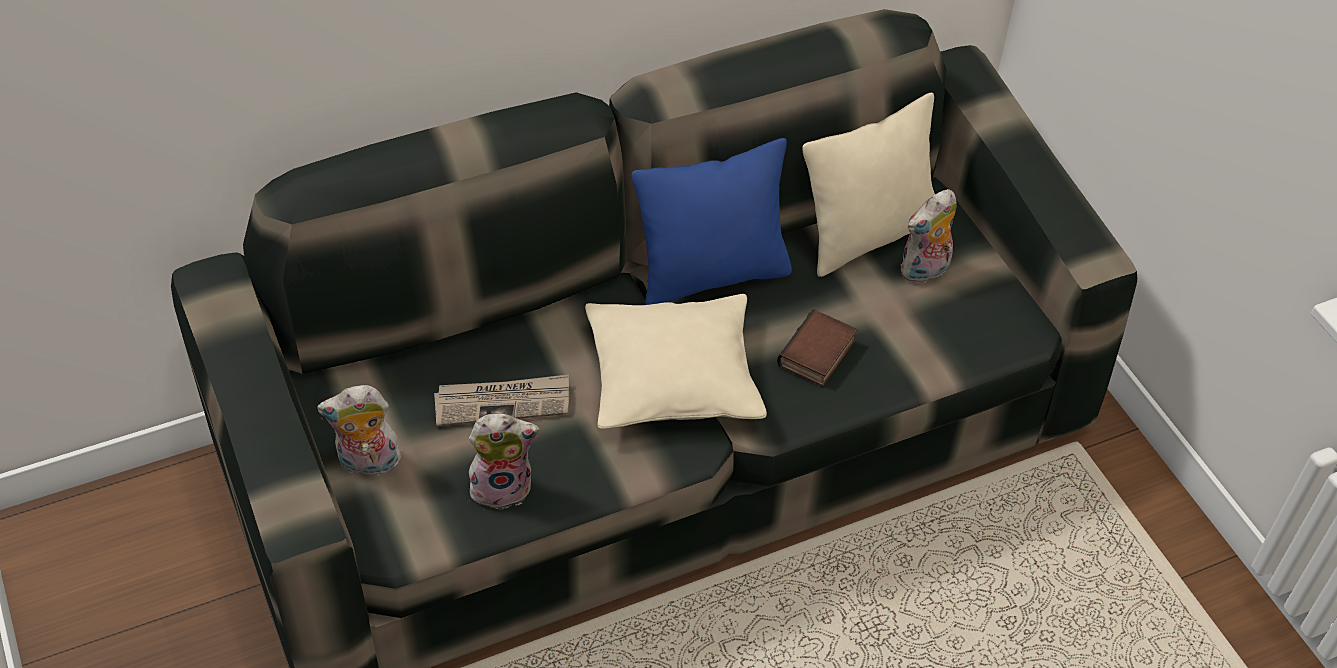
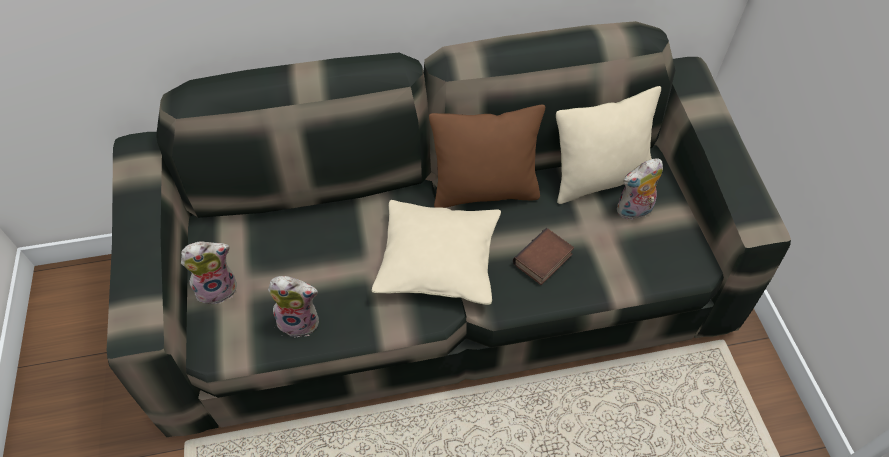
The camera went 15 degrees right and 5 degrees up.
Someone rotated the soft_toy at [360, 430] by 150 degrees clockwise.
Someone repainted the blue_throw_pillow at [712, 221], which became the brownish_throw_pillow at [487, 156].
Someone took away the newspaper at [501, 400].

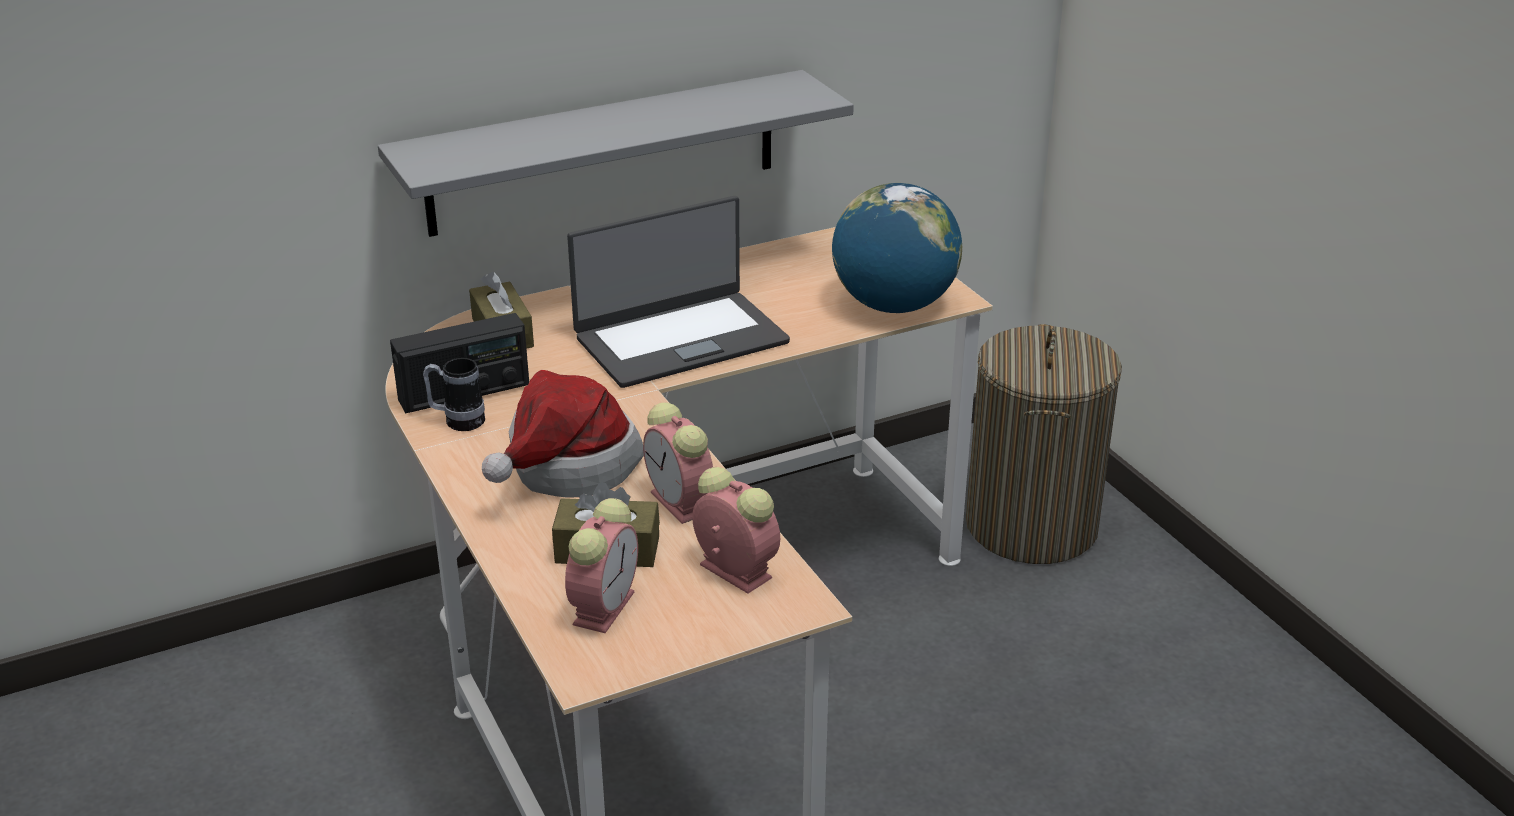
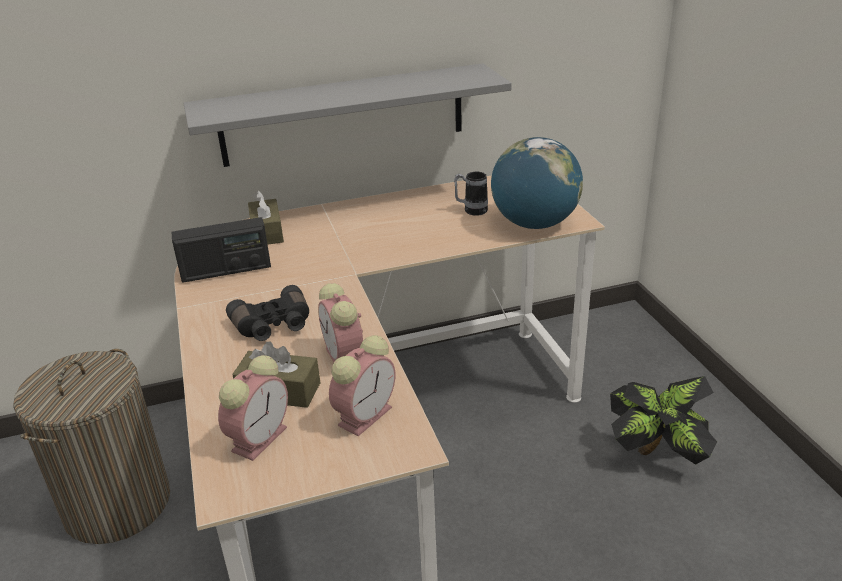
The camera went 10 degrees right and 0 degrees up.
Someone carried the hamper from [1044, 444] to [91, 446].
Someone swapped the clothing_hat at [563, 434] for the black_field_glasses at [267, 313].
Someone rotated the alarm_clock at [736, 530] by 75 degrees clockwise.
Someone carried the coffee_mug from [454, 394] to [471, 194].
Someone put down the houseplant at [663, 420].
Someone took away the portable_computer at [678, 292].

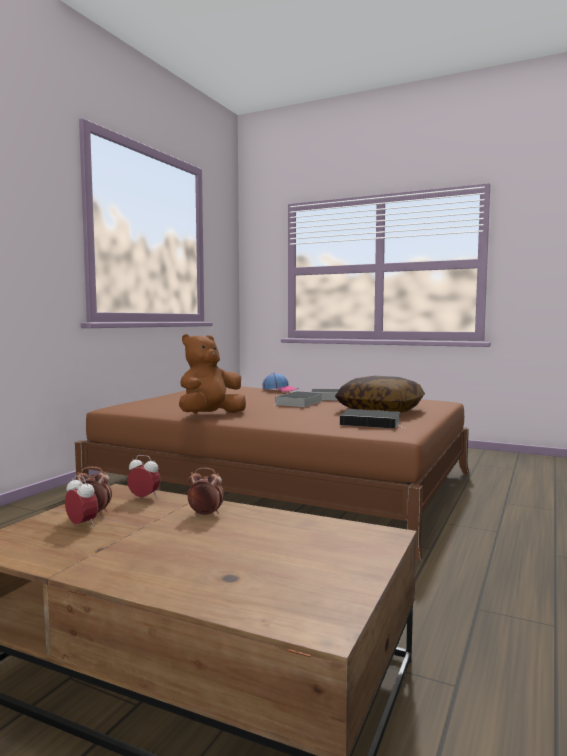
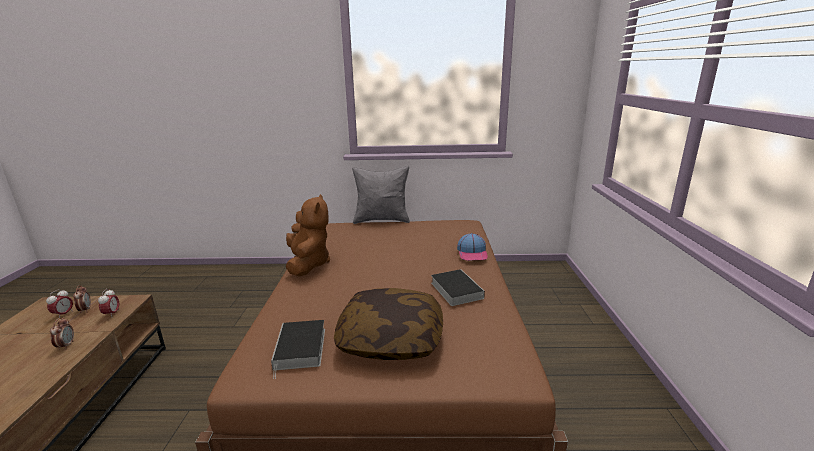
The camera went 65 degrees right and 15 degrees up.
Someone rotated the brownish_soft_toy at [212, 373] by 60 degrees clockwise.
Someone put down the greyish_throw_pillow at [381, 195].
Someone took away the bound_book at [298, 399].

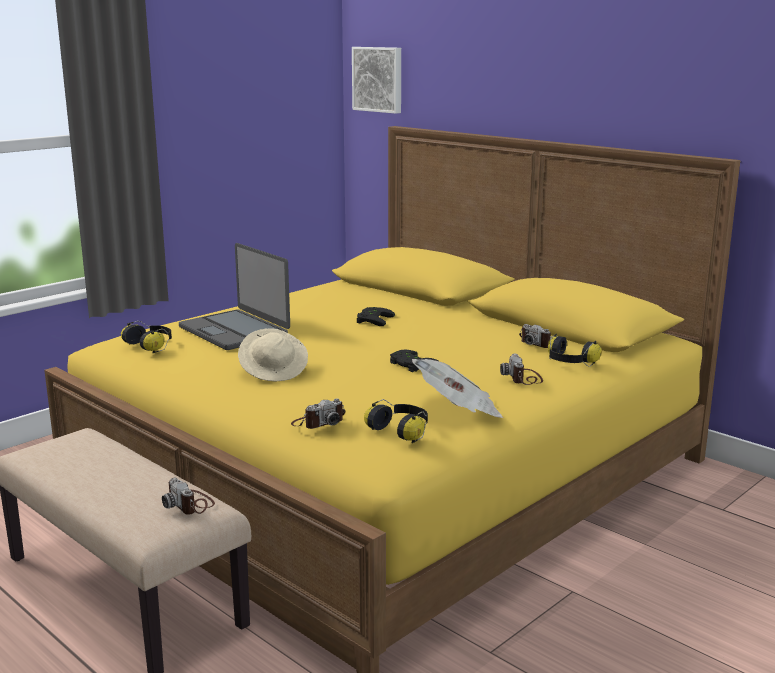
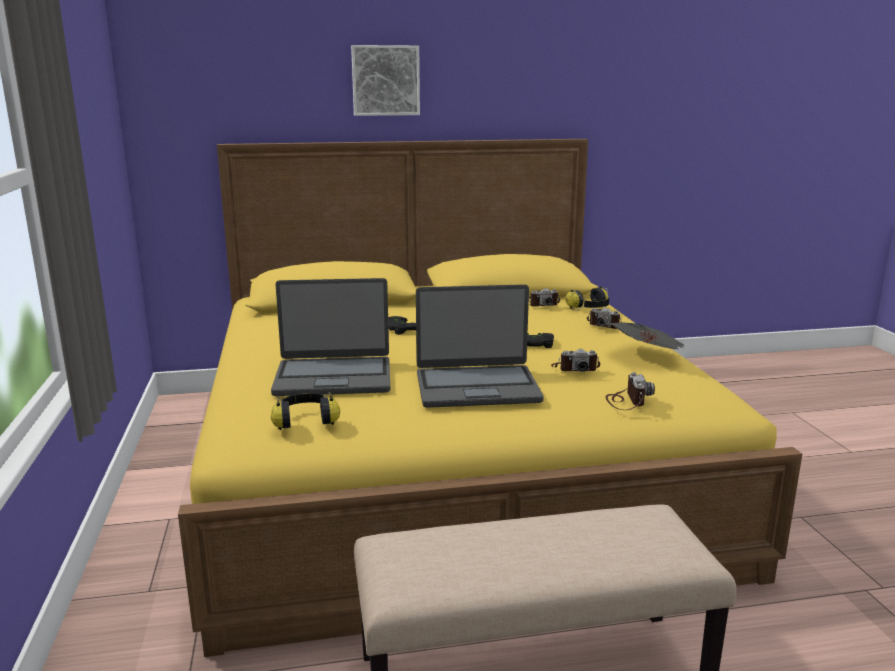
The camera went 55 degrees left and 0 degrees up.
Someone carried the wall_art from [376, 80] to [385, 80].
Someone swapped the sand-coloured_clothing_hat at [273, 355] for the portable_computer at [480, 346].
Someone carried the still_camera from [188, 496] to [575, 360].
Someone took away the headset at [396, 421].

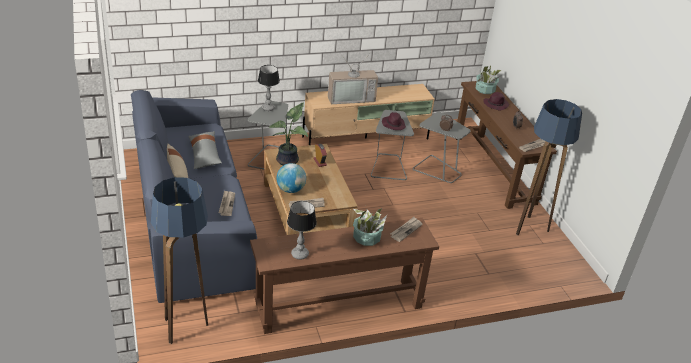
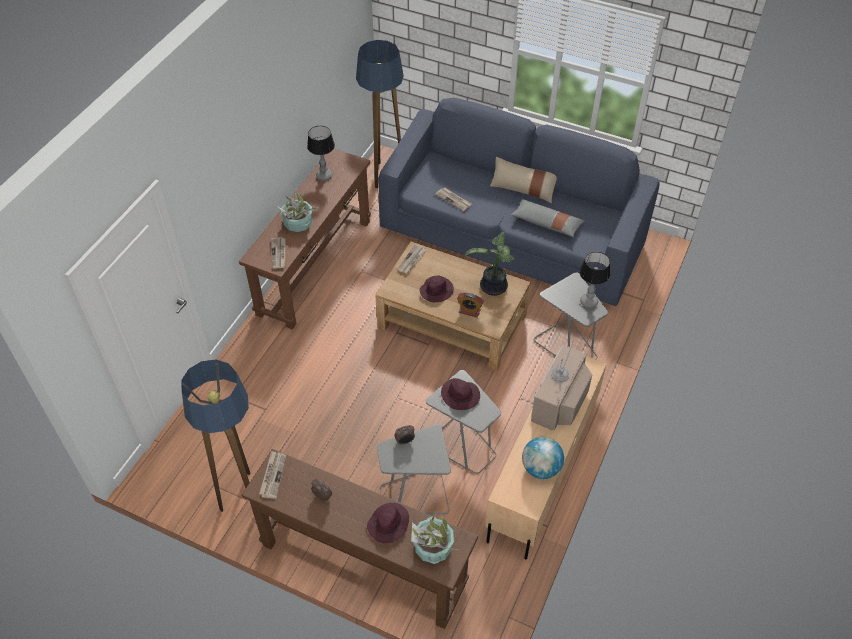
The camera went 135 degrees right and 15 degrees up.
Someone put down the purple-coloured_clothing_hat at [437, 289].
Someone carried the desk_globe from [291, 178] to [543, 458].

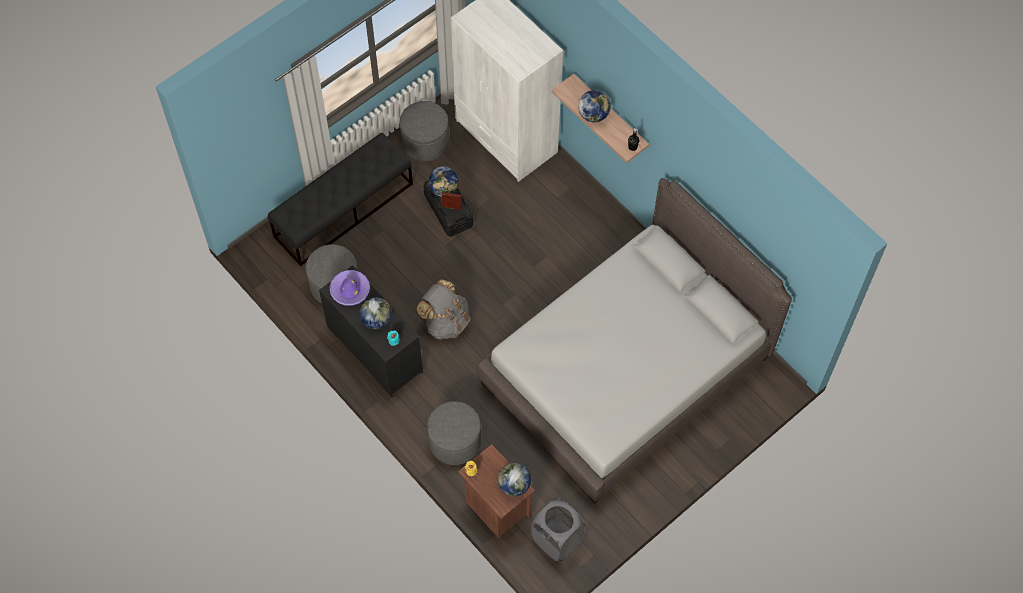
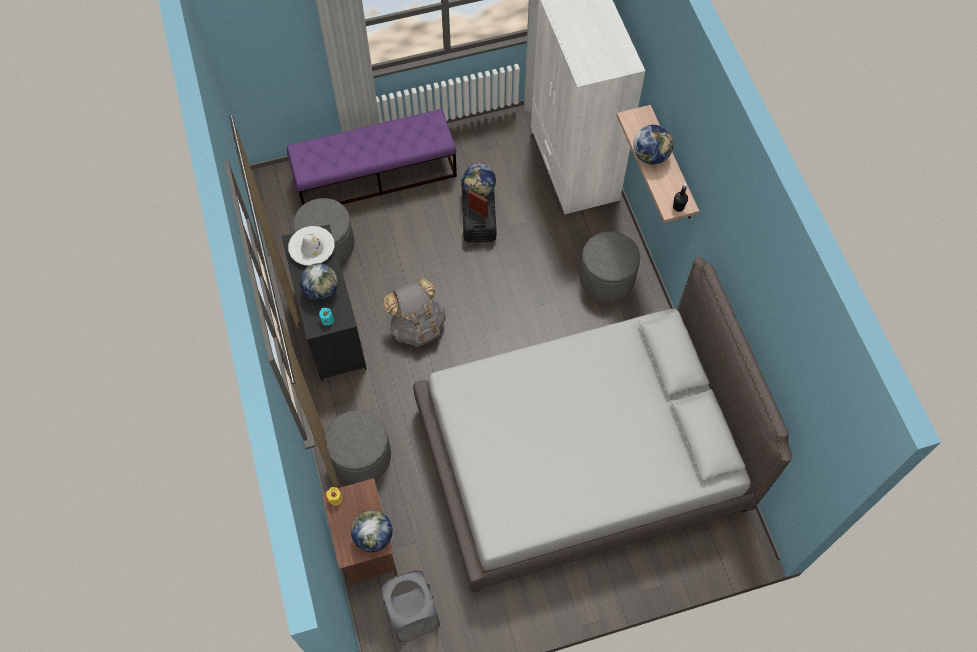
The camera went 25 degrees right and 0 degrees up.
Someone repainted the black_long_seat at [340, 199], which became the purple-coloured_long_seat at [372, 157].
Someone repainted the purple-coloured_clothing_hat at [350, 288], which became the white_clothing_hat at [311, 246].
Someone carried the greyish_ottoman from [424, 131] to [609, 266].

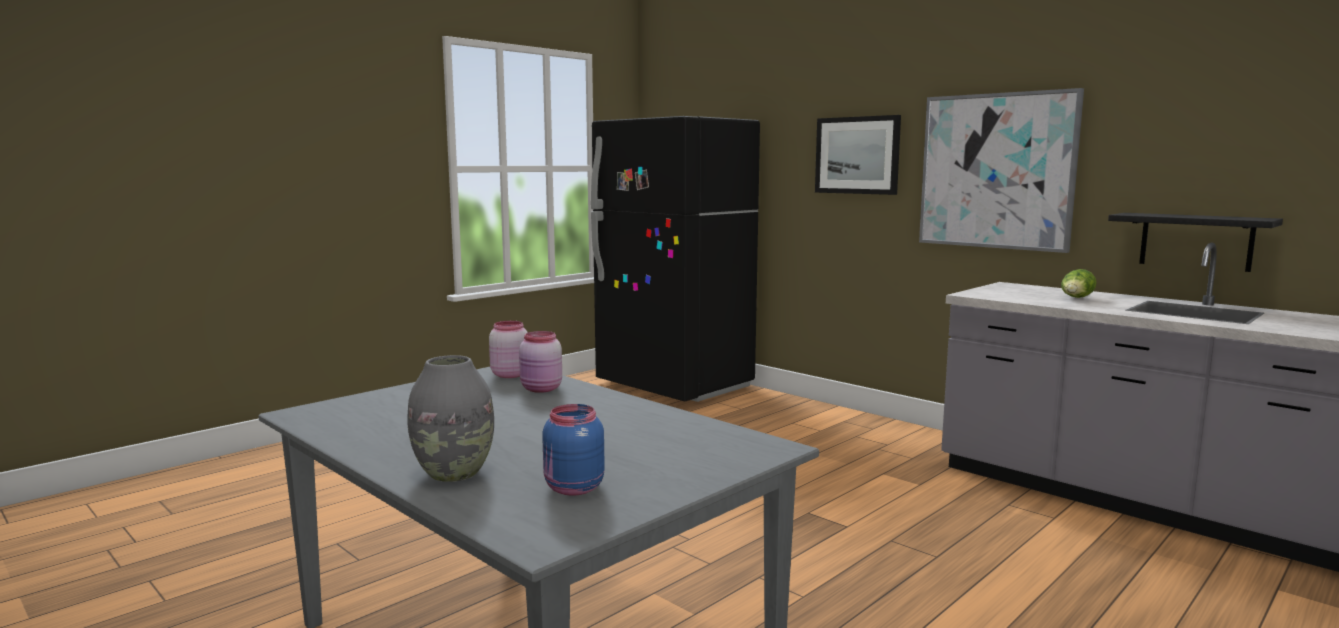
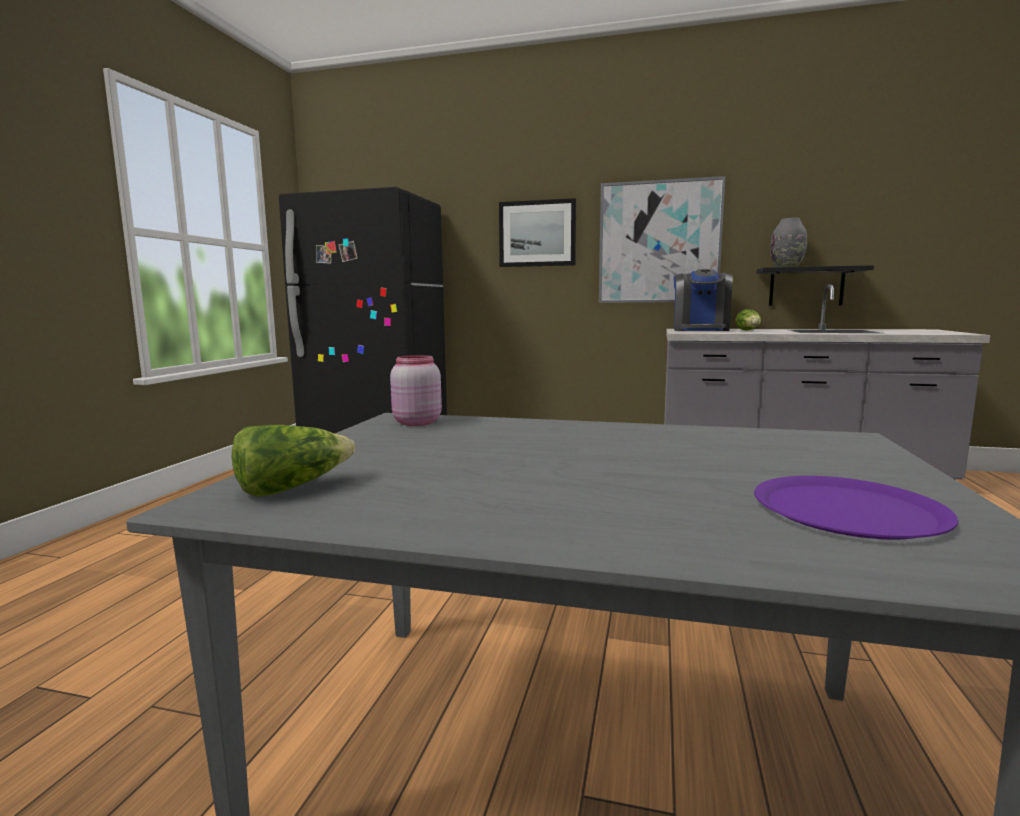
The camera went 30 degrees left and 0 degrees up.
Someone put down the lettuce_head at [293, 461].
Someone put down the coffee_maker at [703, 300].
Someone swapped the blue_preserve_jar at [573, 450] for the purple-coloured_flat_dish at [856, 507].
Someone carried the greyish_vase from [450, 418] to [788, 242].
Someone took away the pink_preserve_jar at [540, 362].

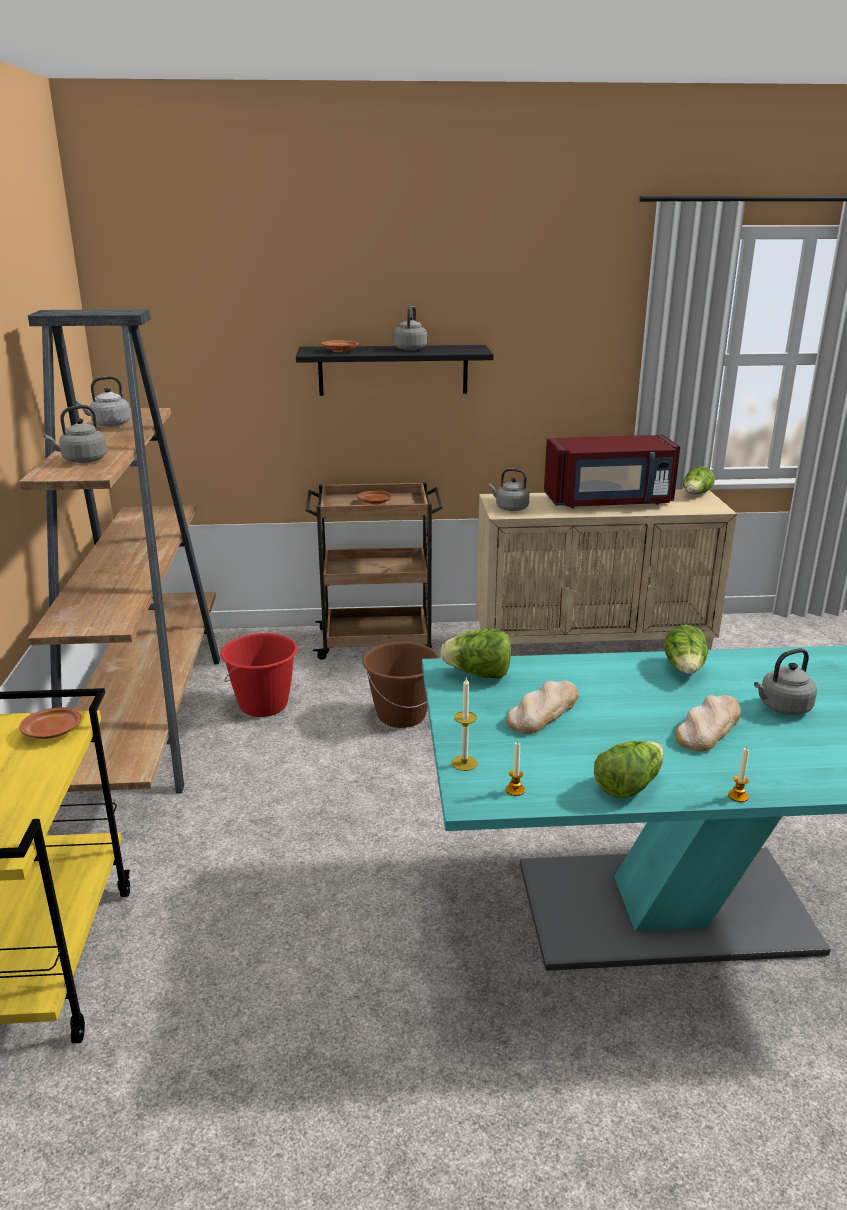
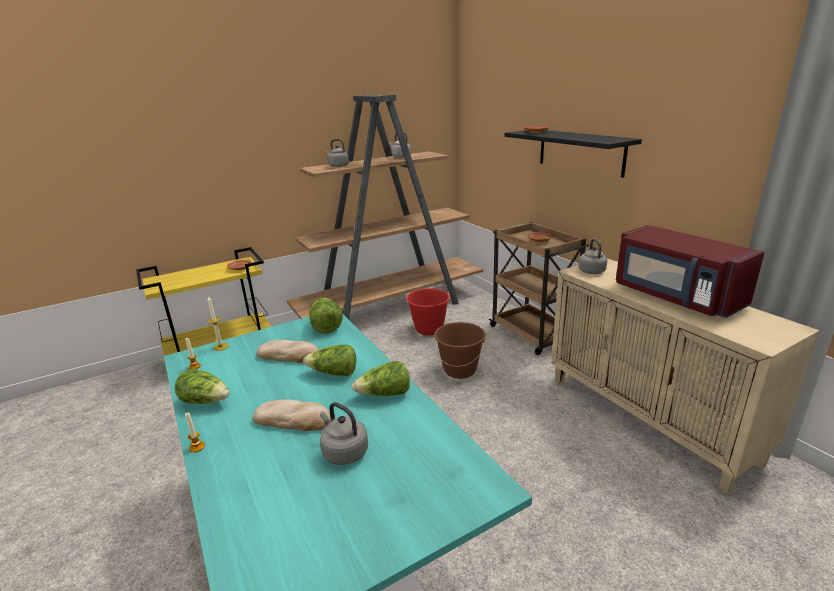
The camera went 65 degrees right and 0 degrees up.
Someone carried the lettuce_head from [699, 480] to [329, 360].
Someone took away the greyish_water_kettle at [410, 328].

